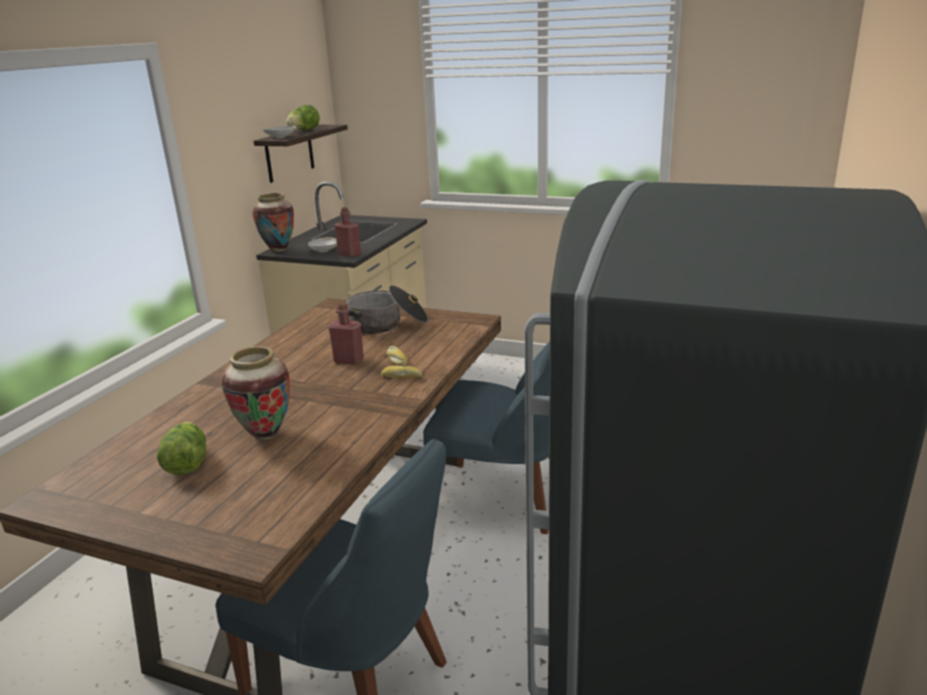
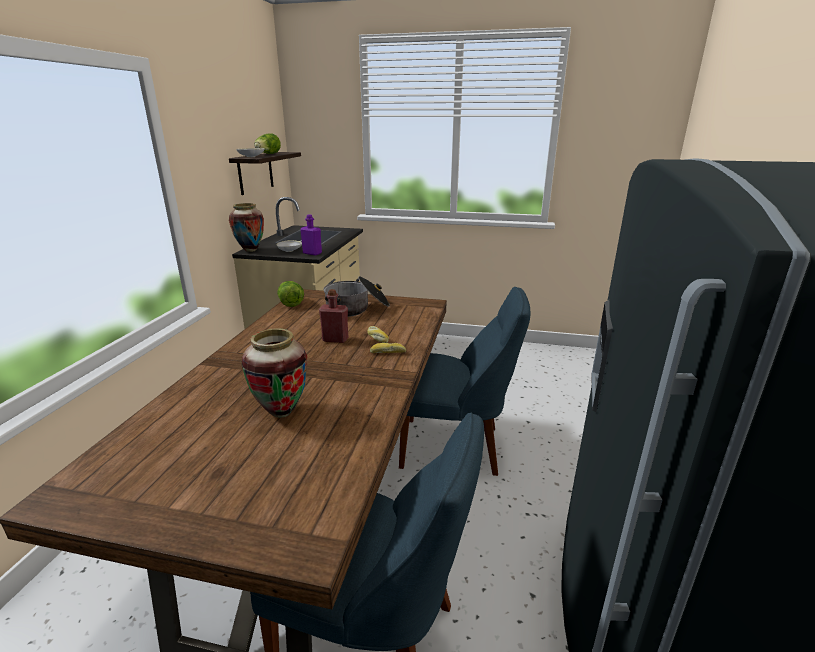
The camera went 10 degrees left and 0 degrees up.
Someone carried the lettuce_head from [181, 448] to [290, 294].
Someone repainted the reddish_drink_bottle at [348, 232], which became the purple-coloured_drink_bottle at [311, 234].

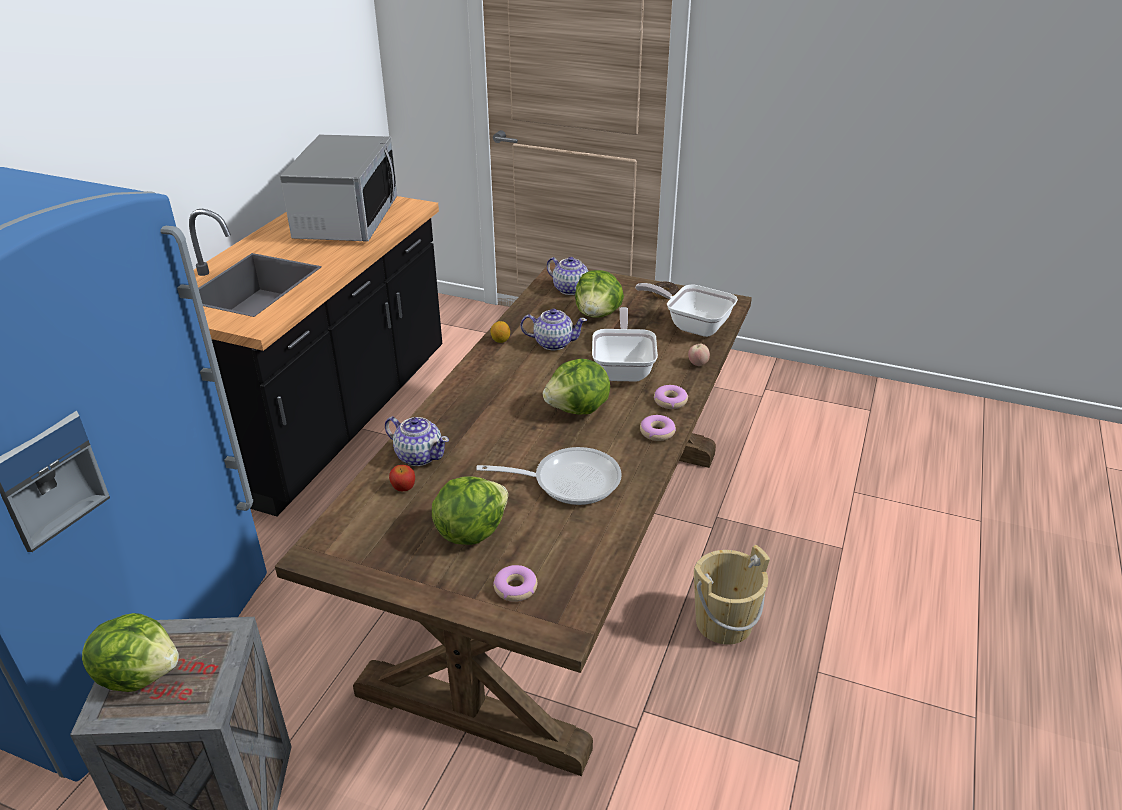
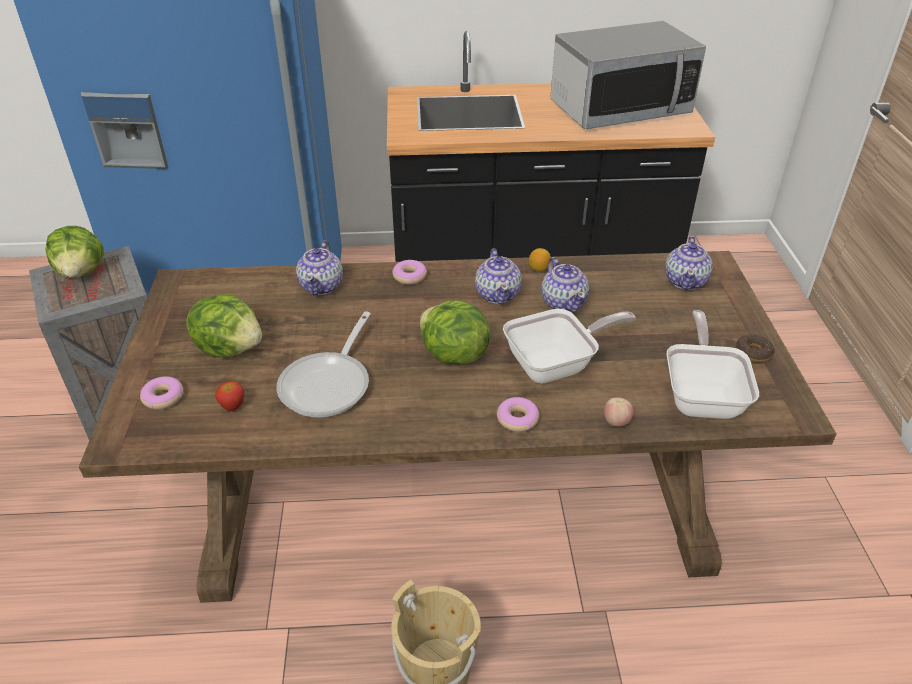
The camera went 65 degrees right and 5 degrees up.
Someone carried the apple_fruit from [402, 478] to [230, 396].
Someone rotated the frying_pan at [549, 476] by 45 degrees clockwise.
Someone carried the doughnut from [658, 428] to [409, 272].
Someone put down the teapot at [498, 276].
Someone took away the lettuce_head at [599, 294].

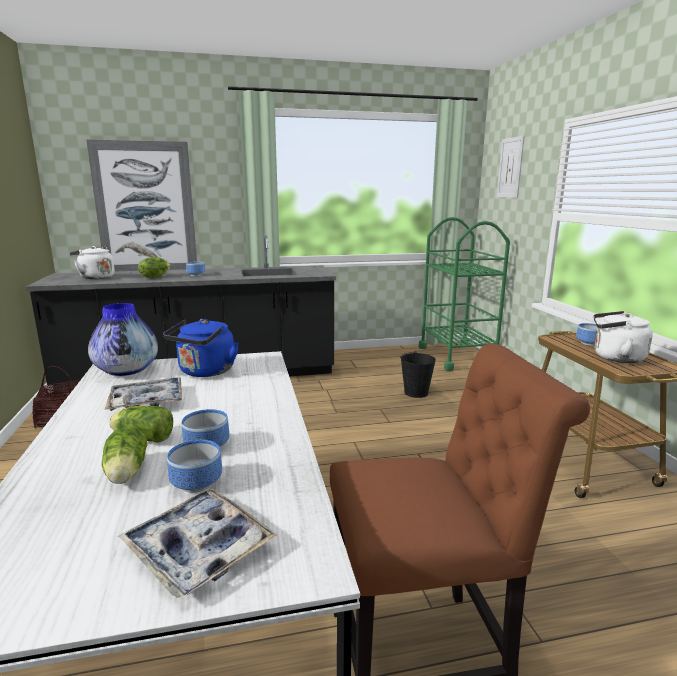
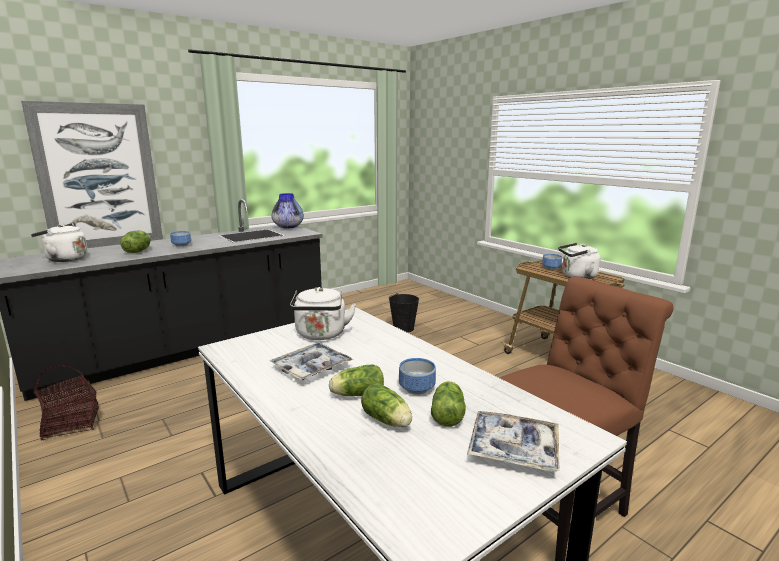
The camera went 25 degrees left and 0 degrees up.
Someone carried the vase from [123, 339] to [288, 211].
Someone repainted the blue_water_kettle at [201, 348], which became the white_water_kettle at [323, 313].
Someone swapped the deep_dish at [194, 466] for the lettuce_head at [448, 404].
Someone took away the green-coloured_cart at [464, 294].
Someone took away the wall_art at [511, 166].

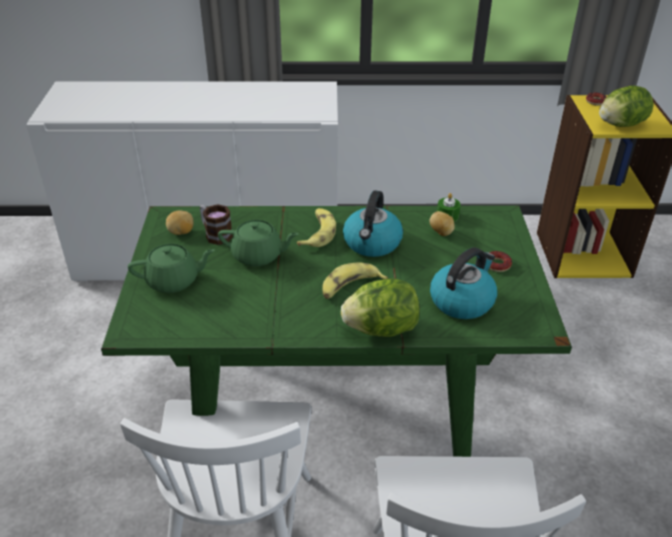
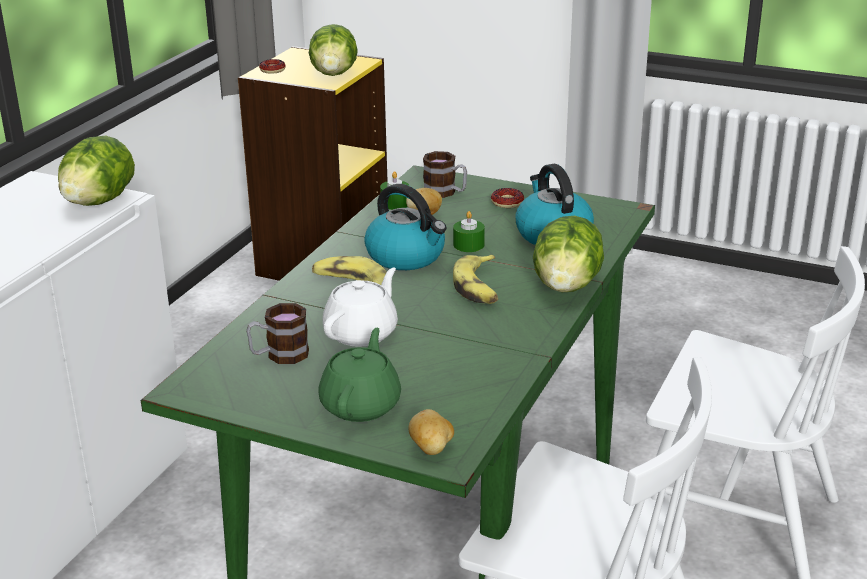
The camera went 65 degrees left and 10 degrees down.
Someone put down the lettuce_head at [96, 171].
Someone repainted the green-coloured_teapot at [258, 243], which became the white_teapot at [360, 307].
Someone carried the spud from [179, 223] to [431, 432].
Someone put down the coffee_mug at [445, 174].
Someone put down the green-coloured_wax_light at [469, 231].

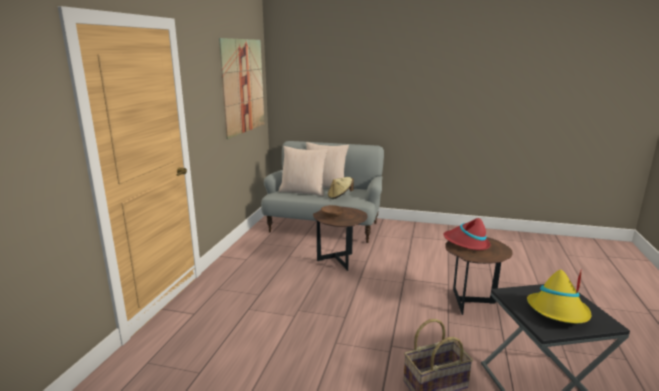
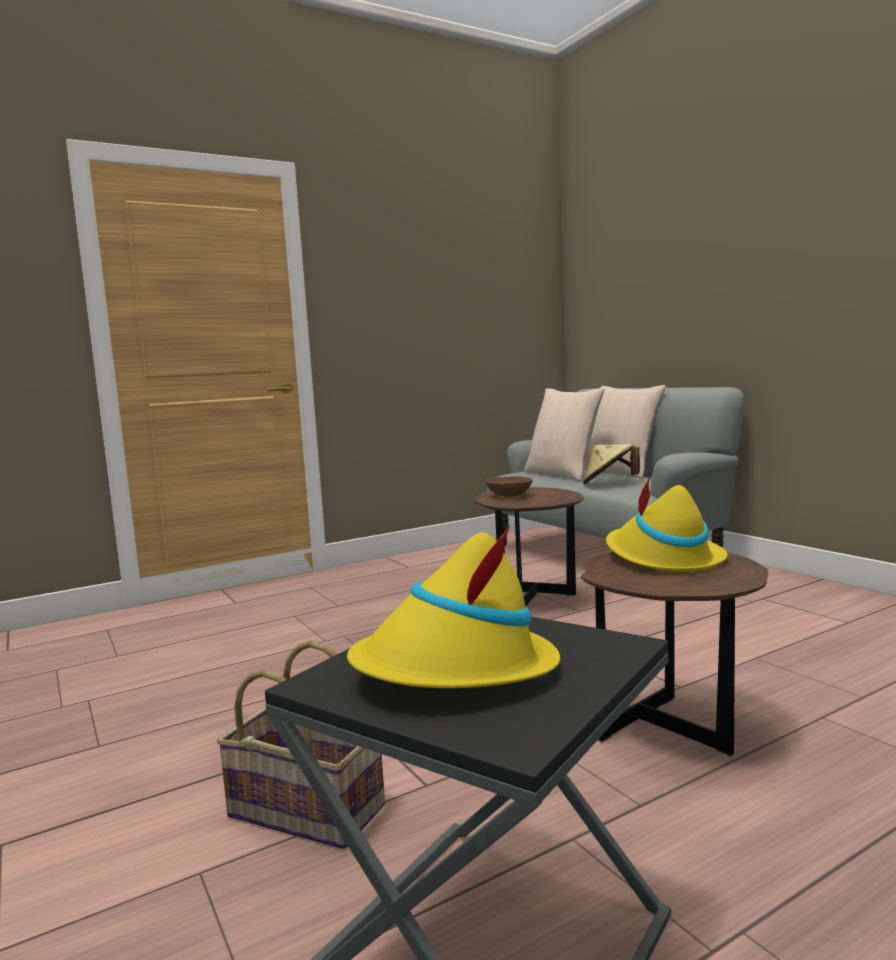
The camera went 45 degrees right and 10 degrees down.
Someone repainted the reddish_clothing_hat at [467, 234], which became the yellow-coloured_clothing_hat at [666, 525].
Someone took away the wall_art at [241, 88].

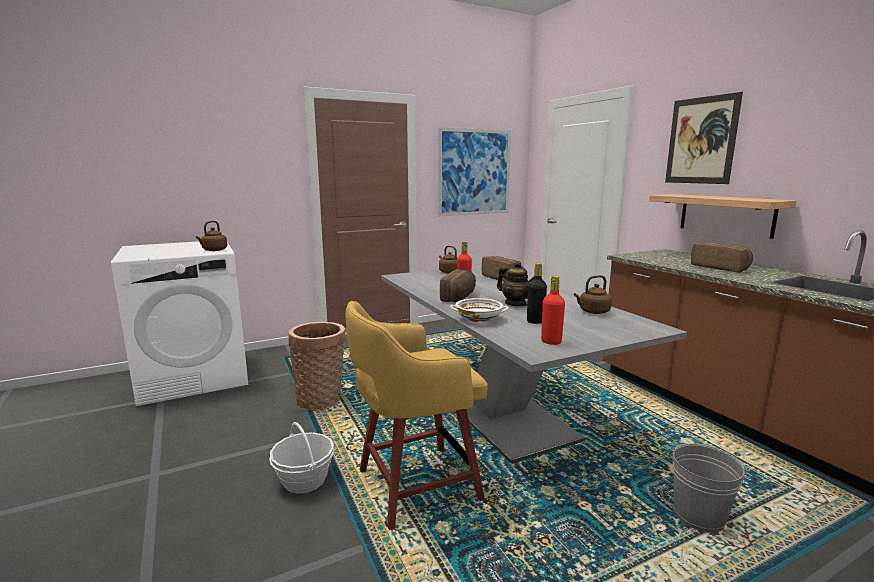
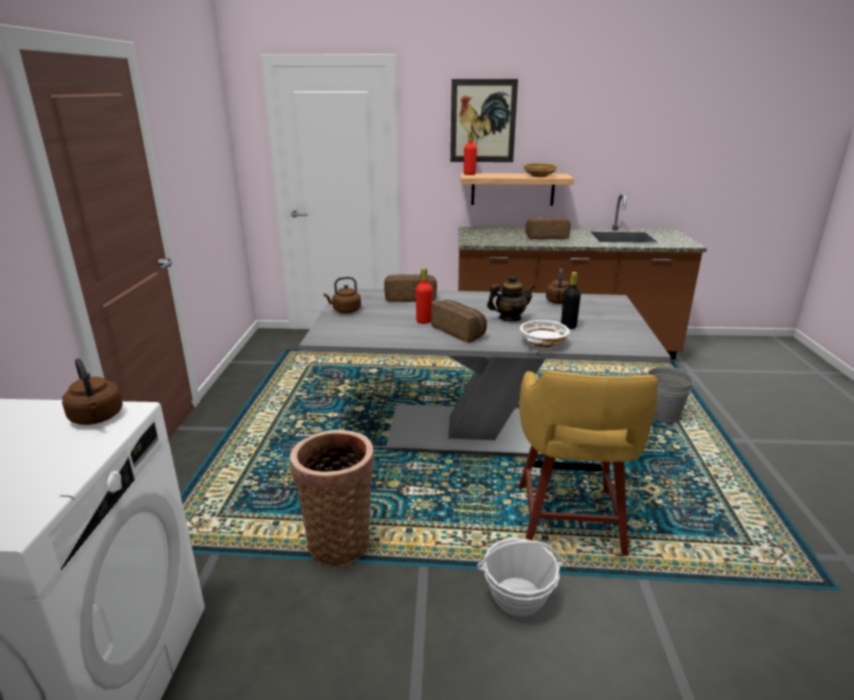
The camera went 60 degrees left and 10 degrees up.
Someone carried the reddish_drink_bottle from [553, 310] to [470, 153].
Someone put down the sand-coloured_deep_dish at [540, 170].
Someone took away the wall_art at [474, 171].

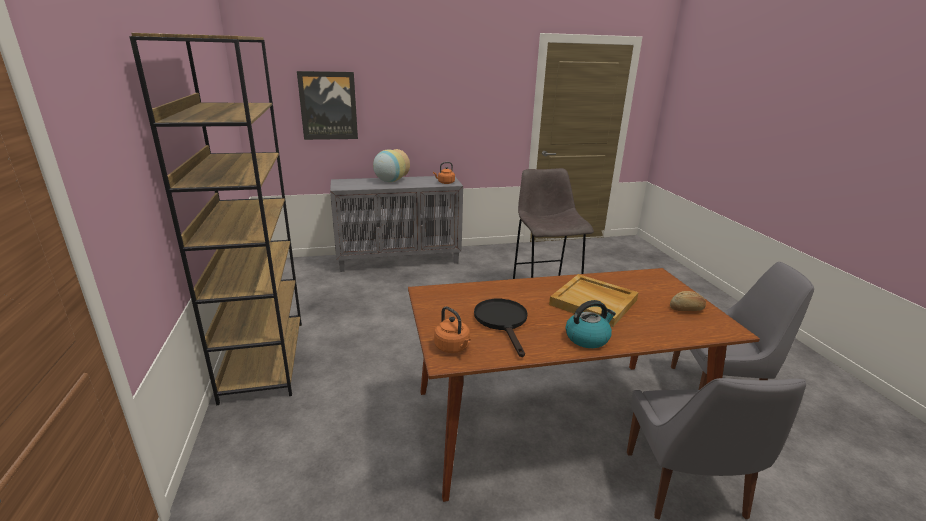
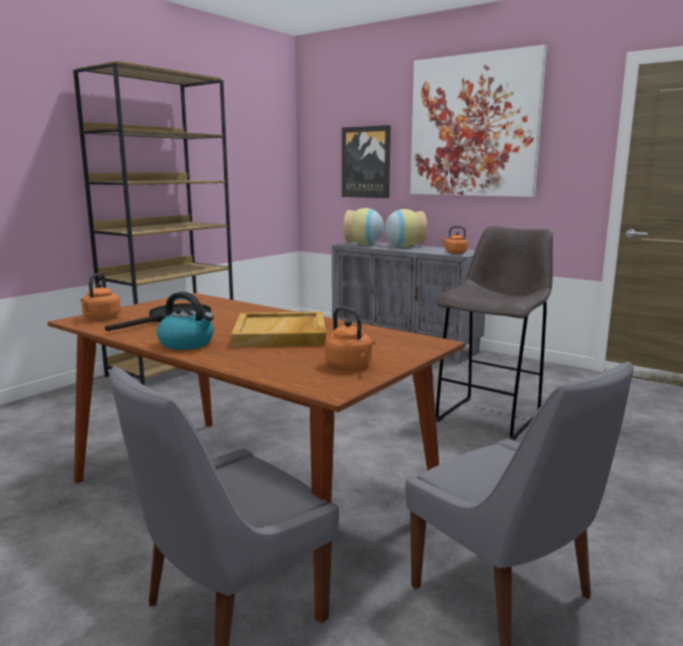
The camera went 50 degrees right and 10 degrees down.
Someone swapped the baked_bread at [688, 301] for the orange_water_kettle at [350, 337].
Someone put down the vase at [363, 226].
Someone put up the wall_art at [478, 121].

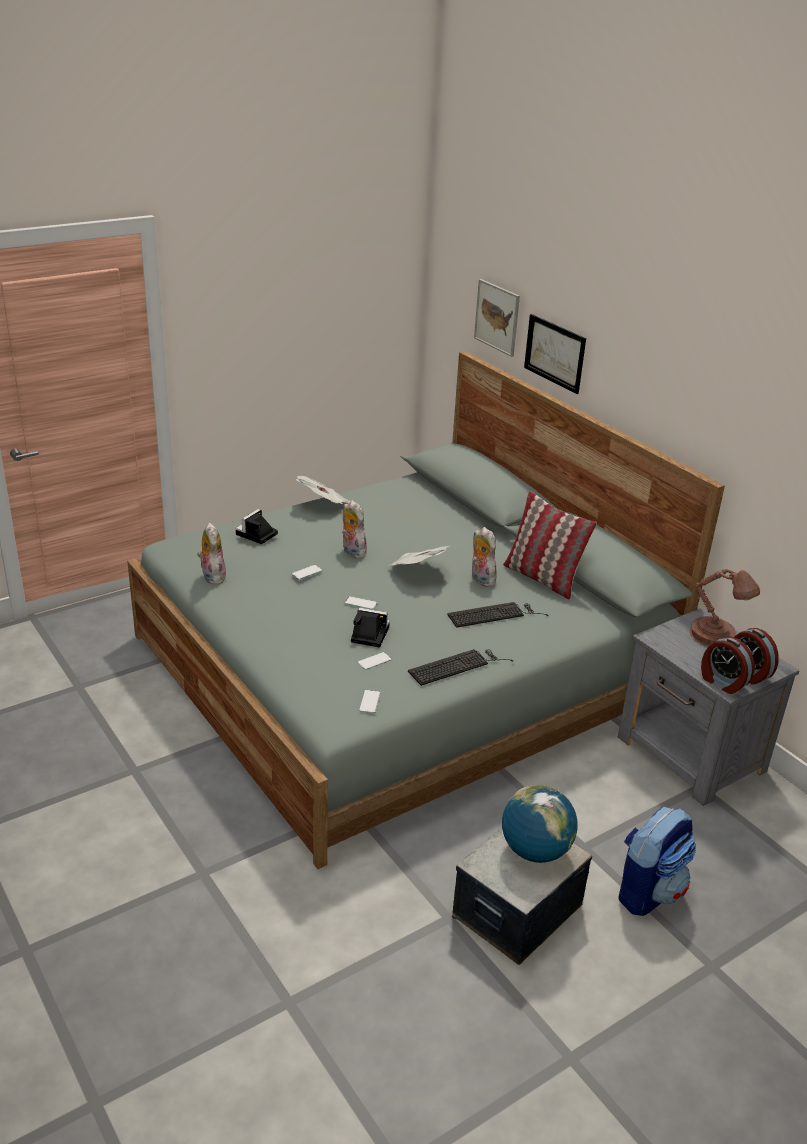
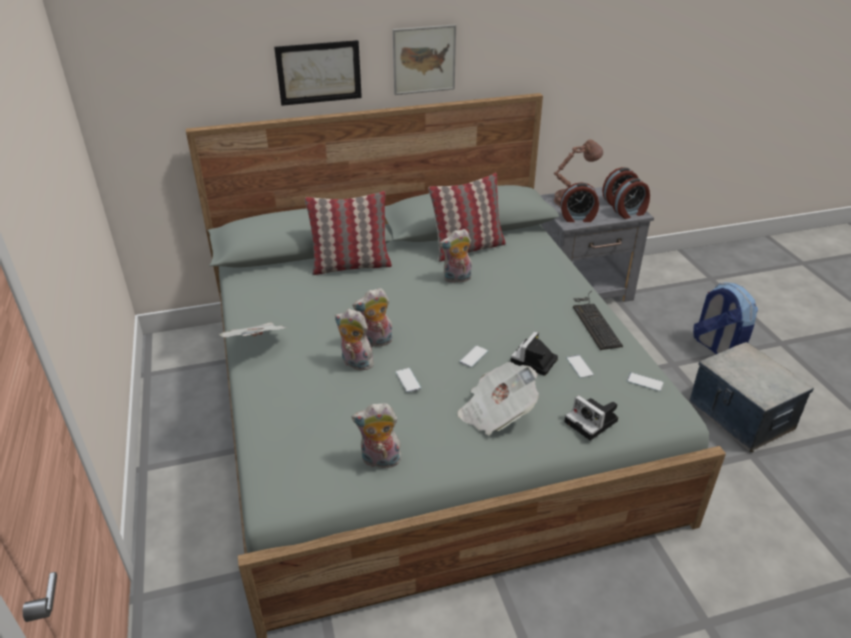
The camera went 70 degrees left and 5 degrees up.
Someone put down the throw_pillow at [348, 233].
Someone put down the soft_toy at [354, 339].
Someone carried the wall_art from [497, 318] to [424, 59].
Someone carried the newspaper from [418, 556] to [498, 399].
Someone put down the alarm_clock at [579, 202].
Someone carried the still_camera from [257, 526] to [591, 418].
Someone took away the PC_keyboard at [498, 615].
Someone took away the desk_globe at [540, 824].

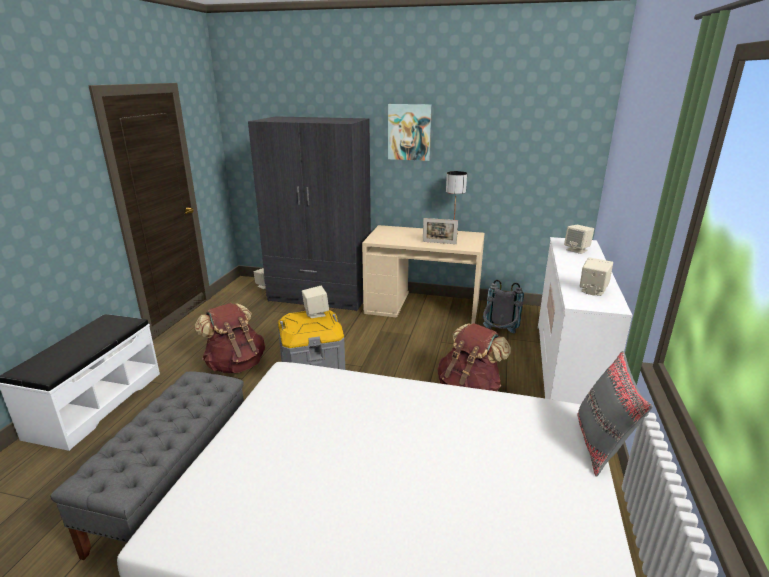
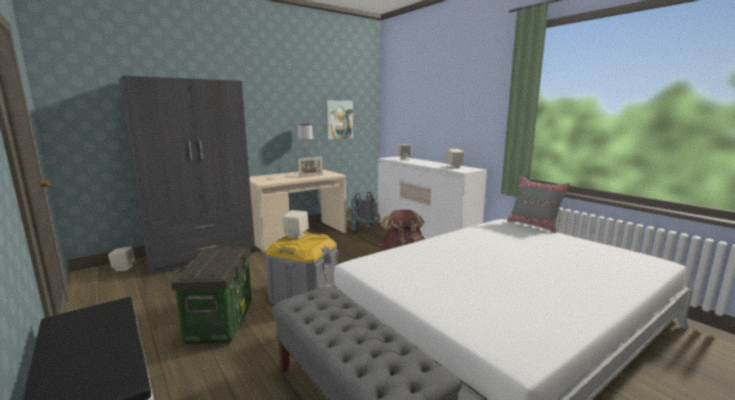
The camera went 50 degrees left and 10 degrees down.
Someone swapped the brownish_backpack at [229, 338] for the storage_container at [211, 295].
Someone carried the wall_art from [410, 132] to [339, 120].

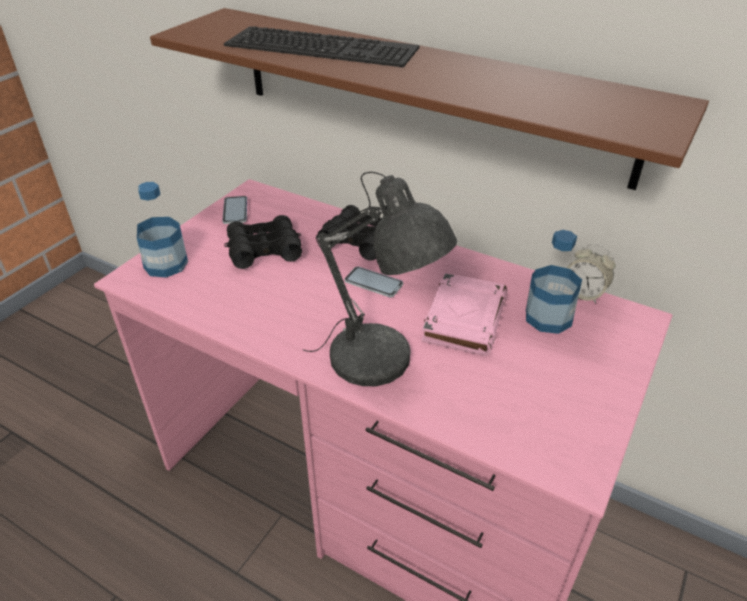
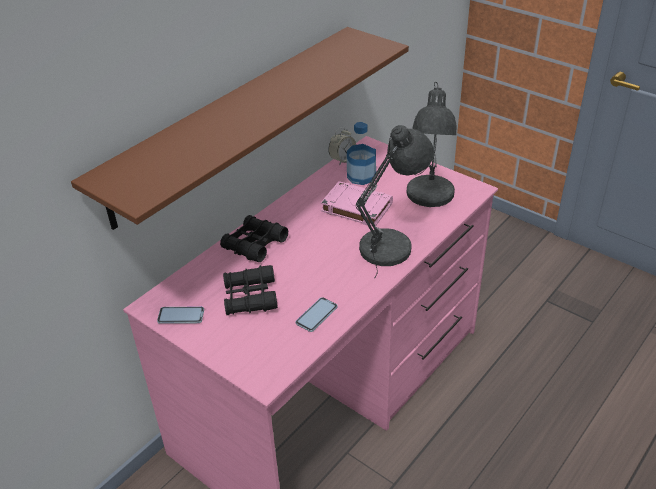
The camera went 80 degrees left and 0 degrees up.
Someone carried the phone from [374, 282] to [317, 314].
Someone put down the greyish_table_lamp at [431, 144].
Someone took away the drink_bottle at [162, 230].
Someone took away the PC_keyboard at [322, 46].

